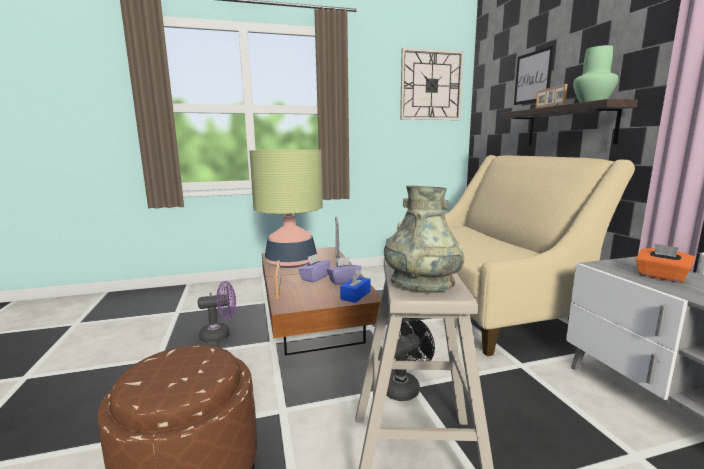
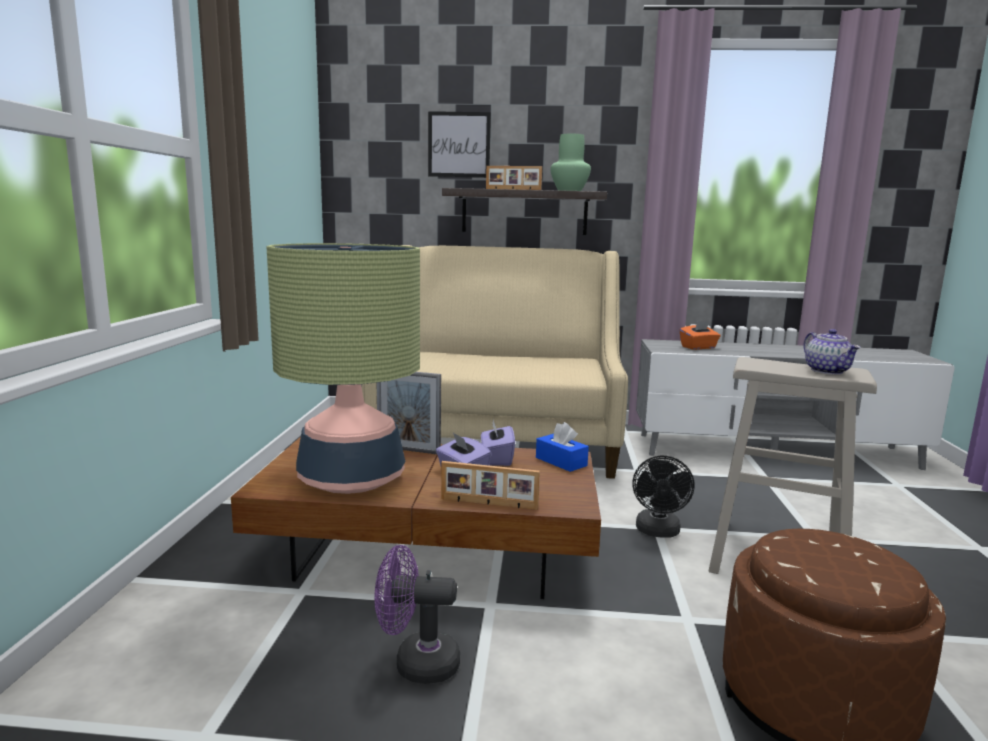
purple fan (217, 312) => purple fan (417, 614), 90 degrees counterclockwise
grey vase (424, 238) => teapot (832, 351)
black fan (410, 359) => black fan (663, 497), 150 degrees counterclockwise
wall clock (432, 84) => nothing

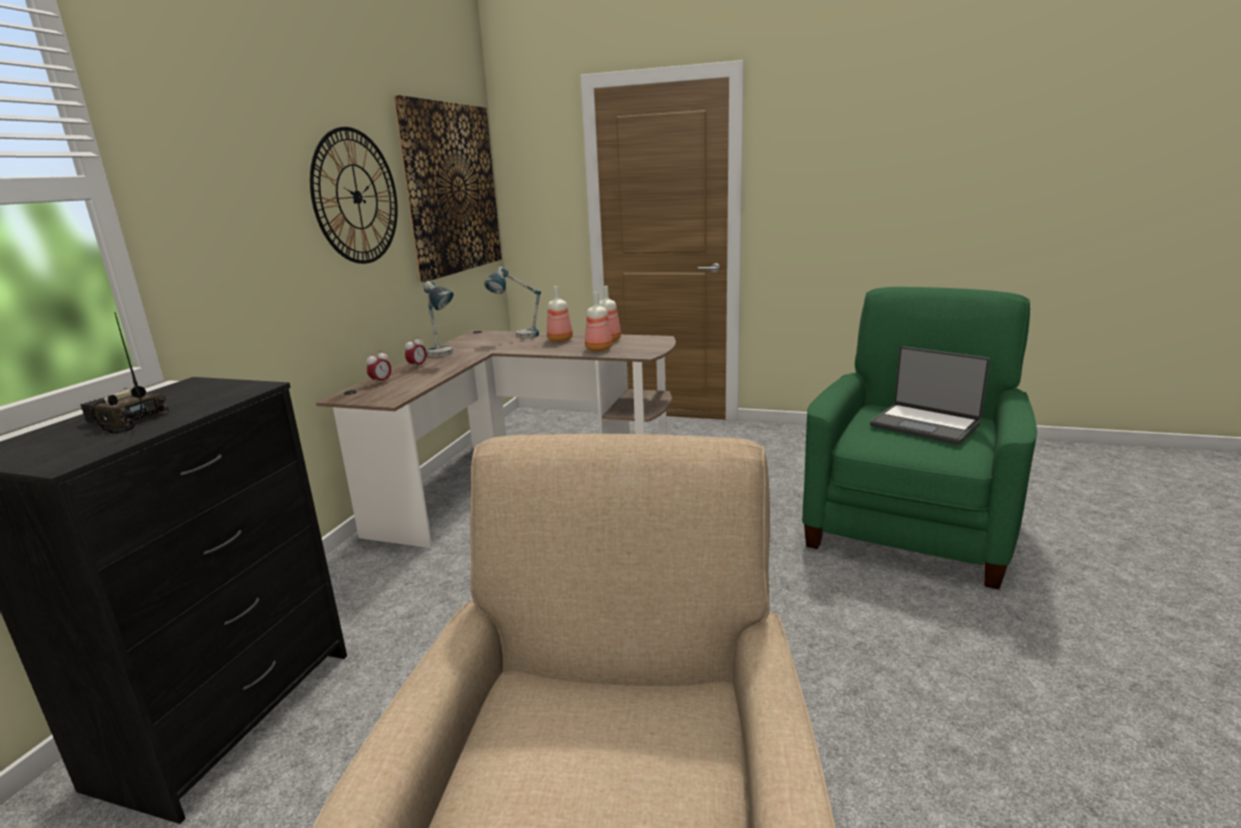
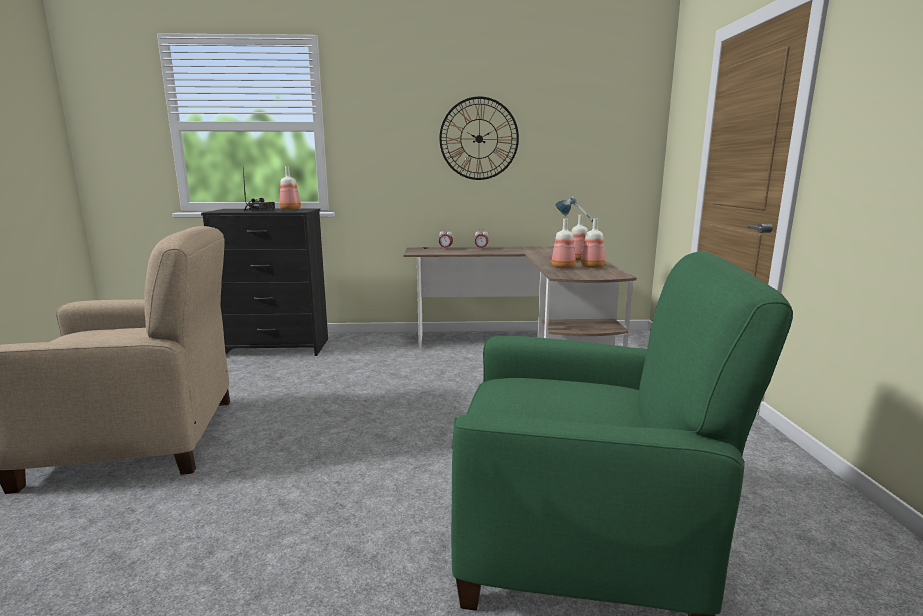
picture (447, 188) => nothing
table lamp (438, 319) => nothing
laptop (930, 395) => nothing
nothing => bottle (290, 188)

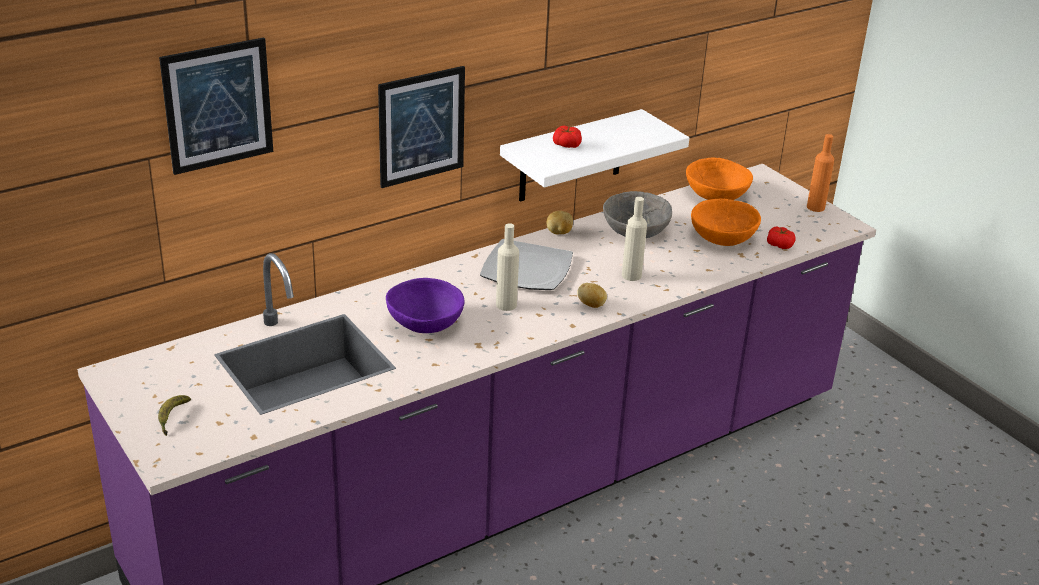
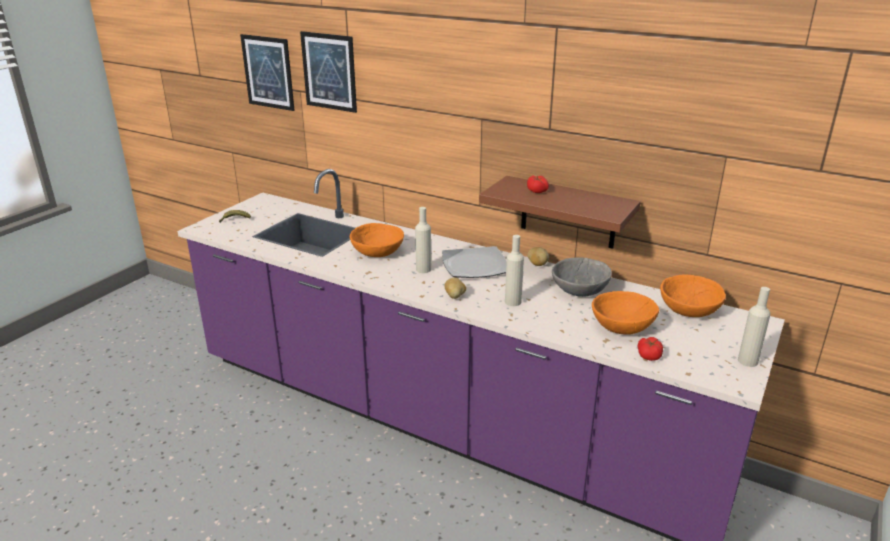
picture (421, 127) => picture (267, 72), shifted
purple bowl (425, 305) => orange bowl (377, 240)
white shelf (594, 155) => brown shelf (560, 212)
orange bottle (820, 173) => beige bottle (754, 327)

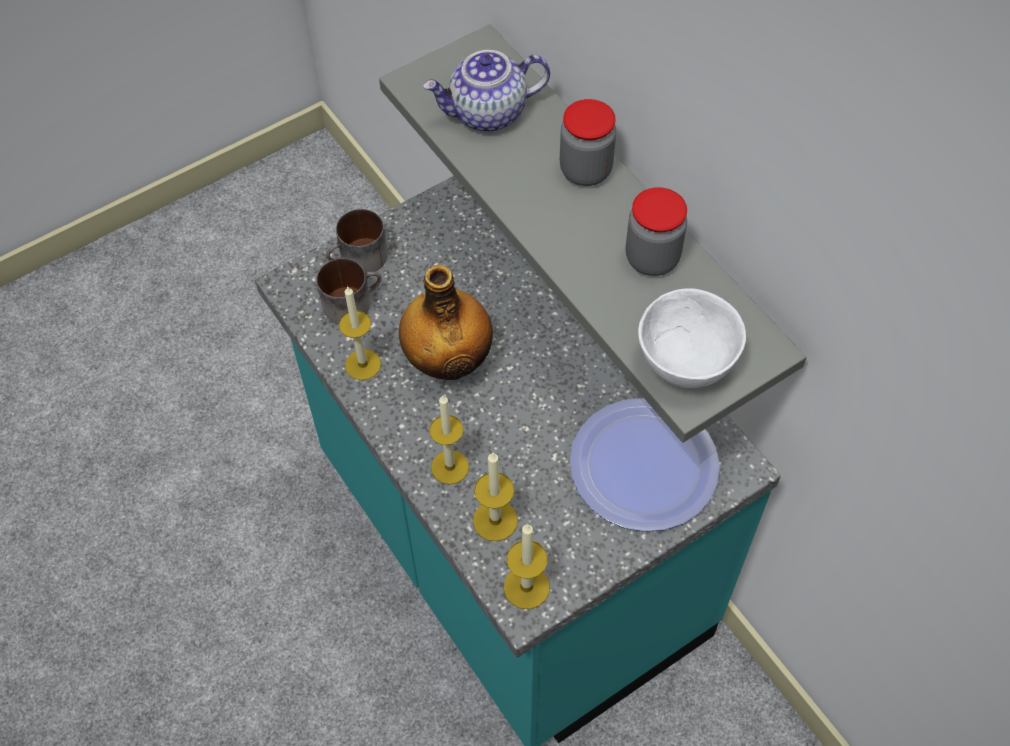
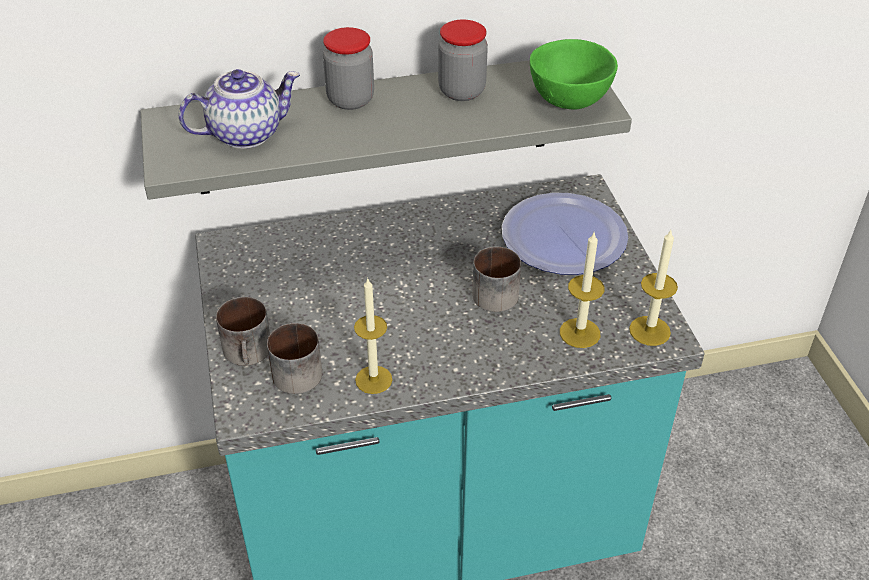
bottle (446, 322) => nothing
teapot (486, 90) => teapot (239, 109), 120 degrees counterclockwise
candle (449, 439) => nothing
white bowl (692, 338) => green bowl (574, 74)
nothing => mug (496, 279)

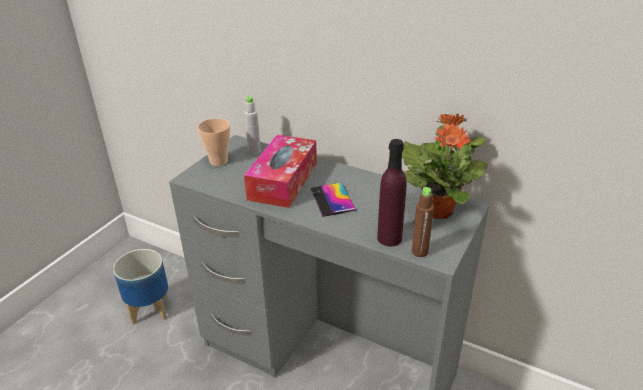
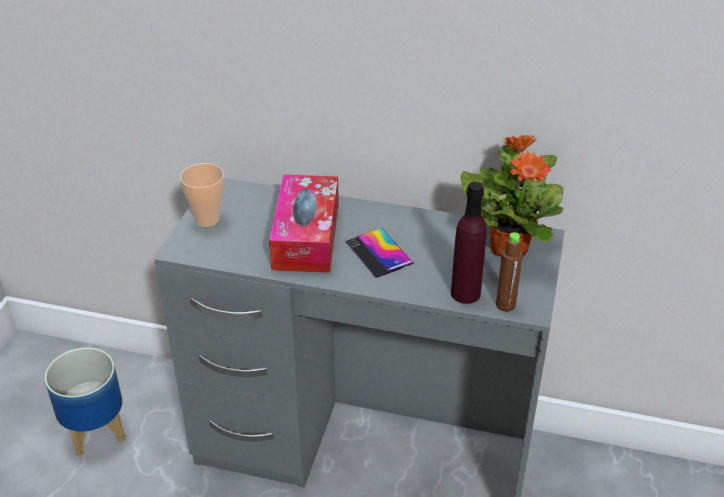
grey bottle (252, 125) => nothing

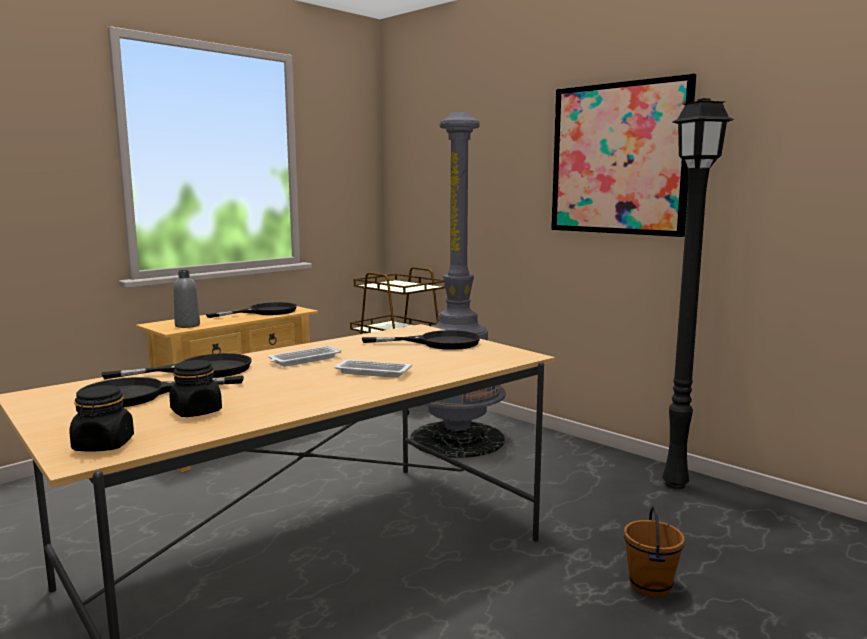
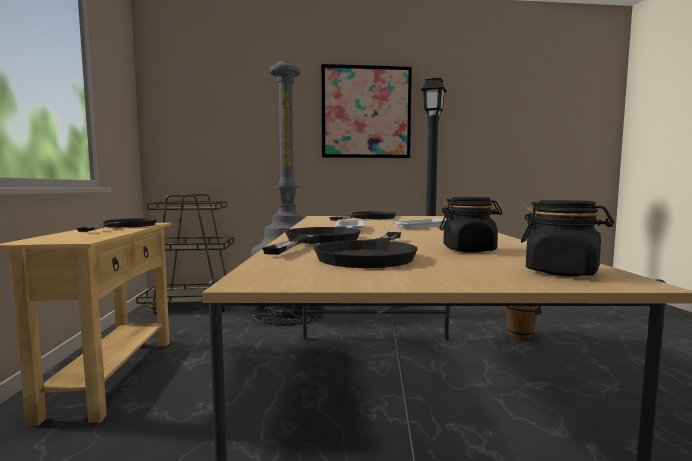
grey bottle (186, 299) => nothing

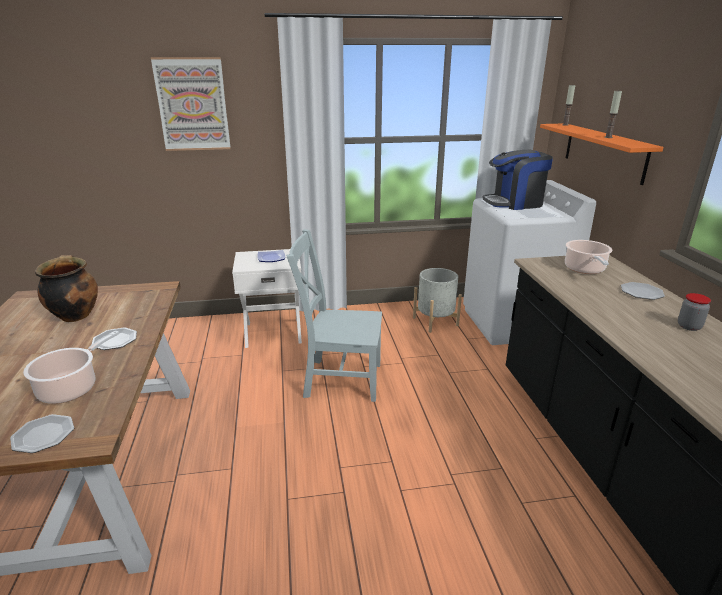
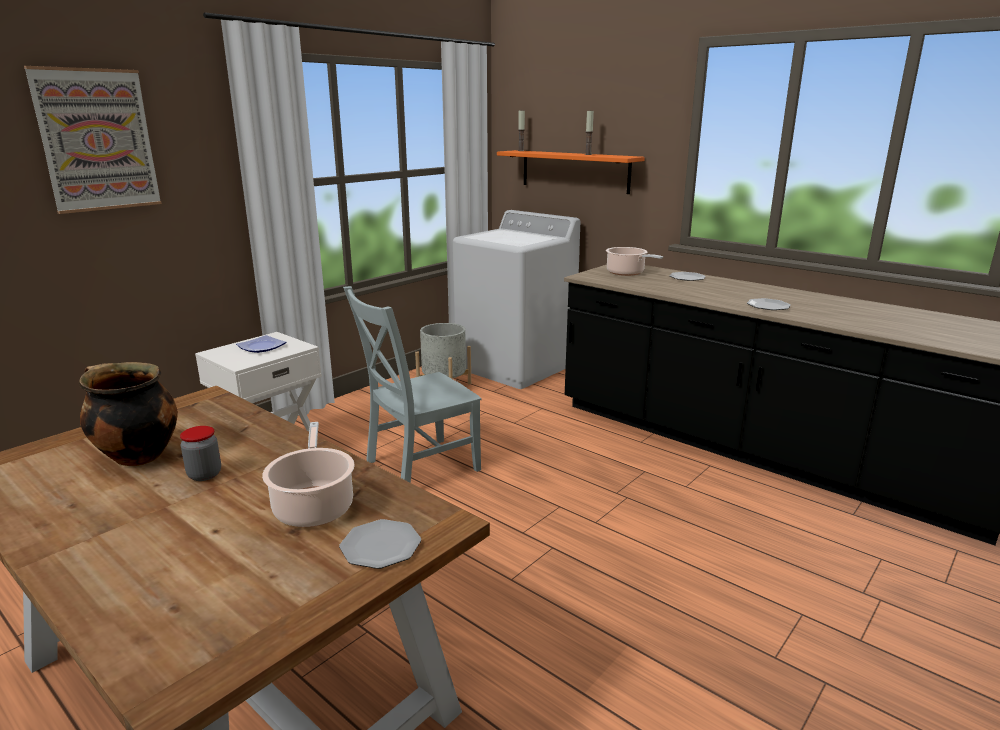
plate (114, 339) => plate (769, 304), shifted
coffee machine (517, 180) => nothing
jar (694, 312) => jar (200, 453), shifted

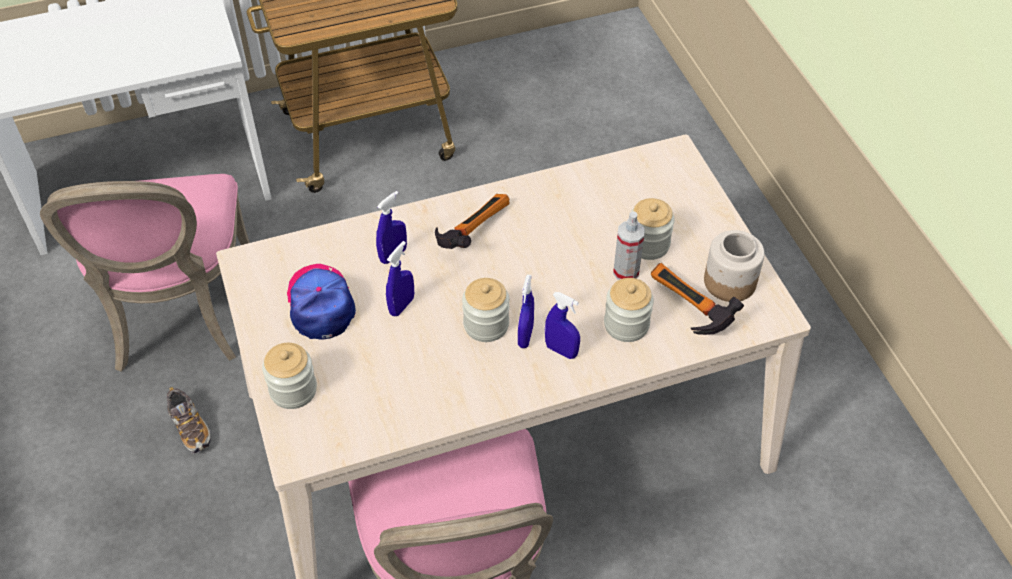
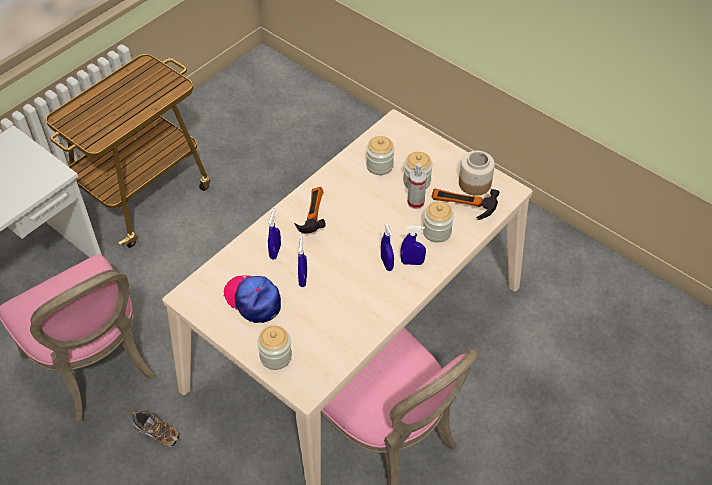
jar (485, 310) => jar (380, 155), shifted

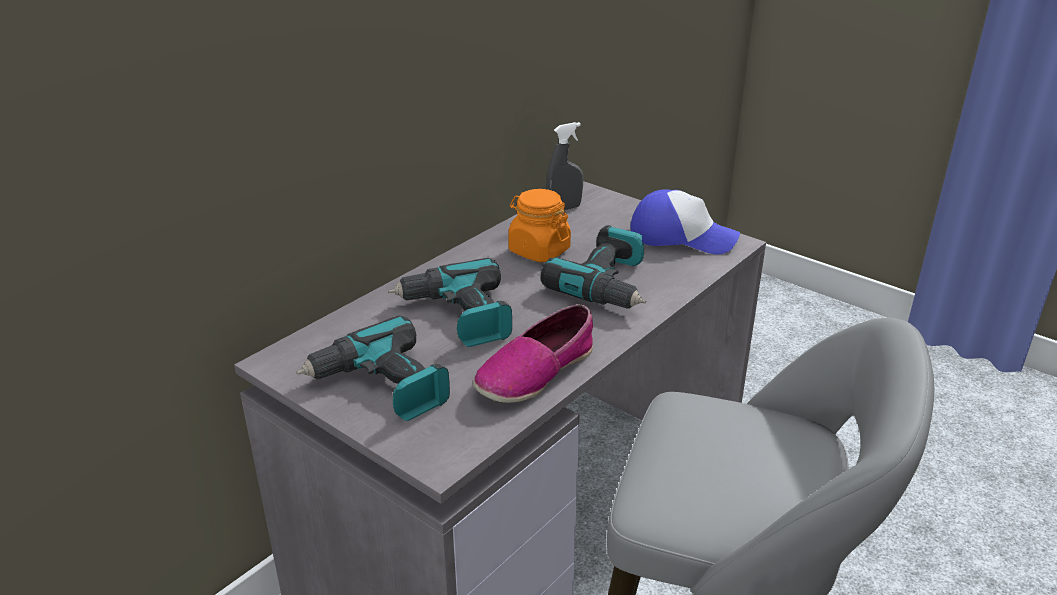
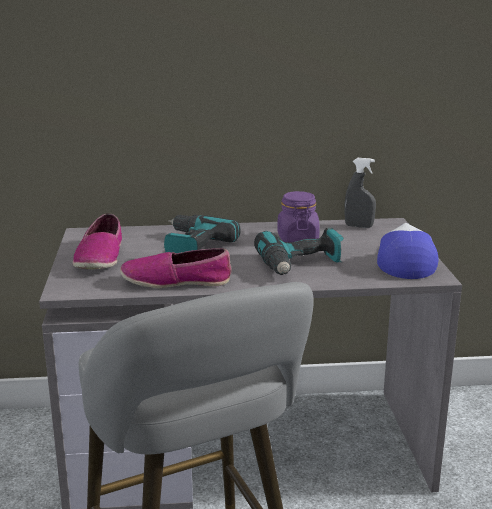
power drill (373, 368) => shoe (97, 241)
orange jar (539, 225) => purple jar (298, 216)
cap (685, 222) => cap (407, 251), 150 degrees counterclockwise

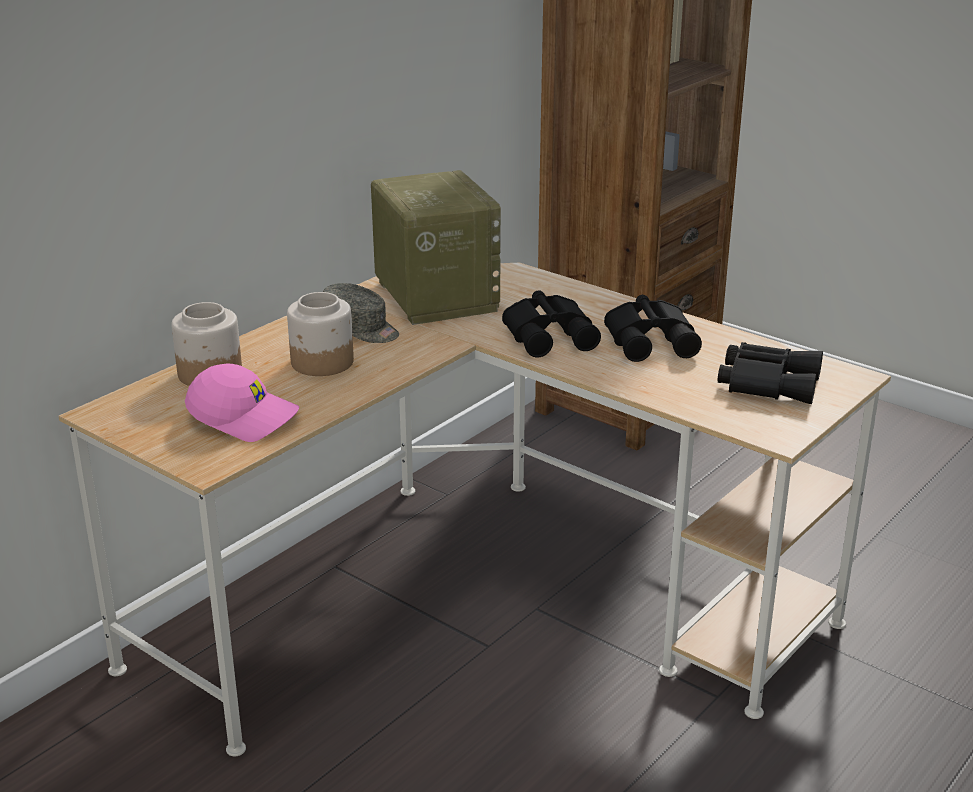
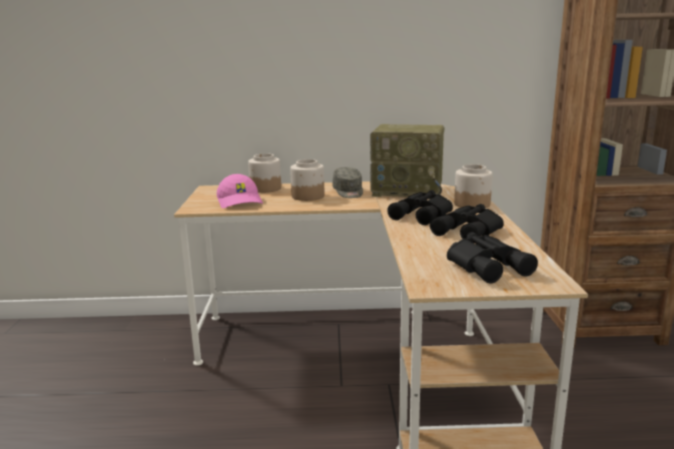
radio (436, 247) => radio (407, 161), 75 degrees clockwise
nothing => jar (473, 186)

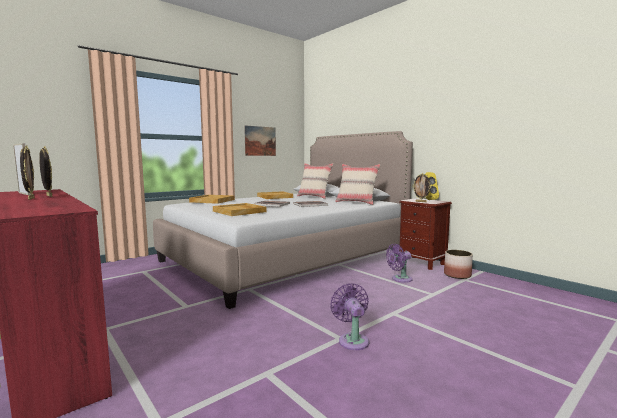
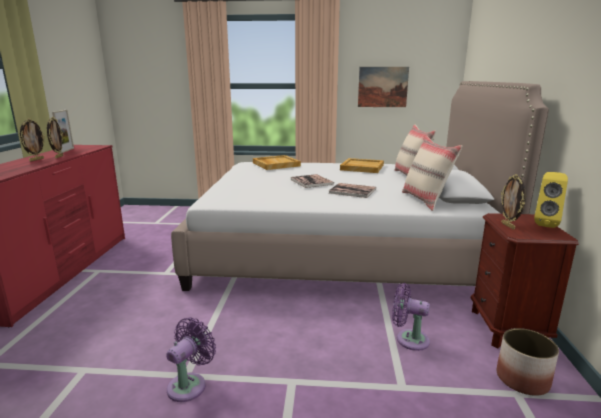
beige tray (239, 209) => nothing

